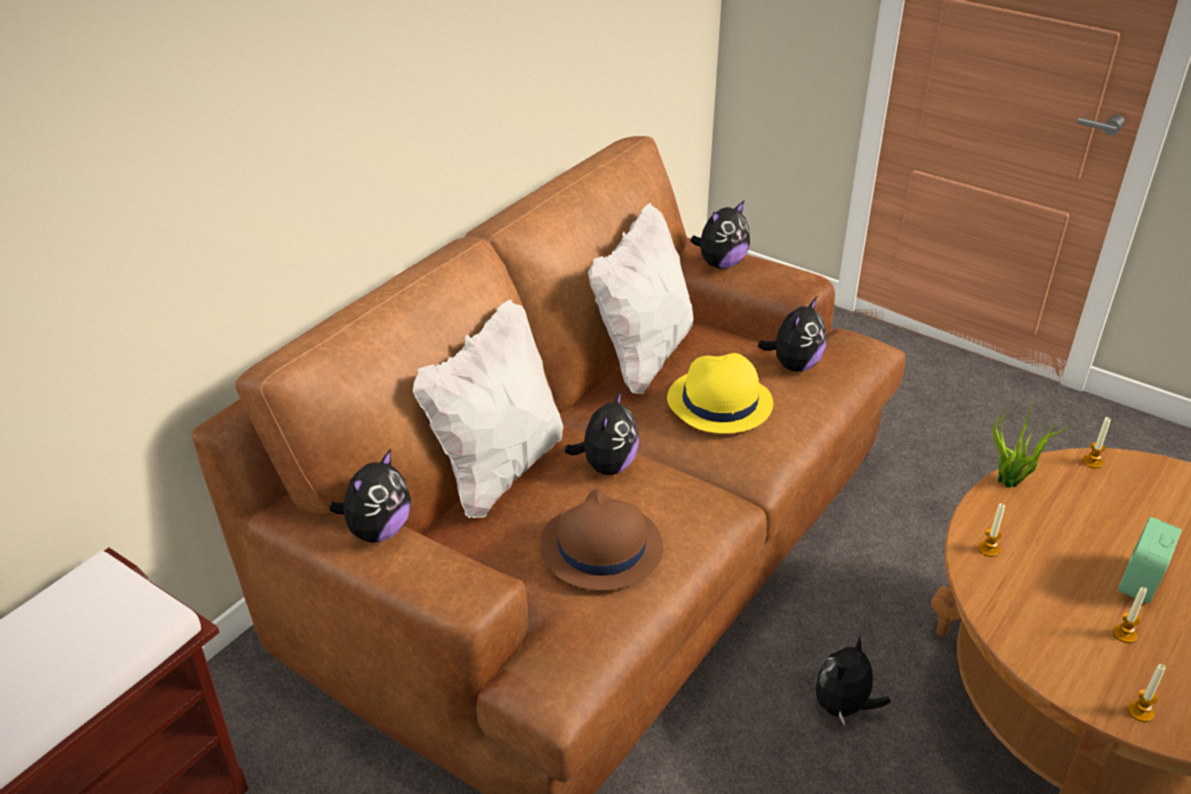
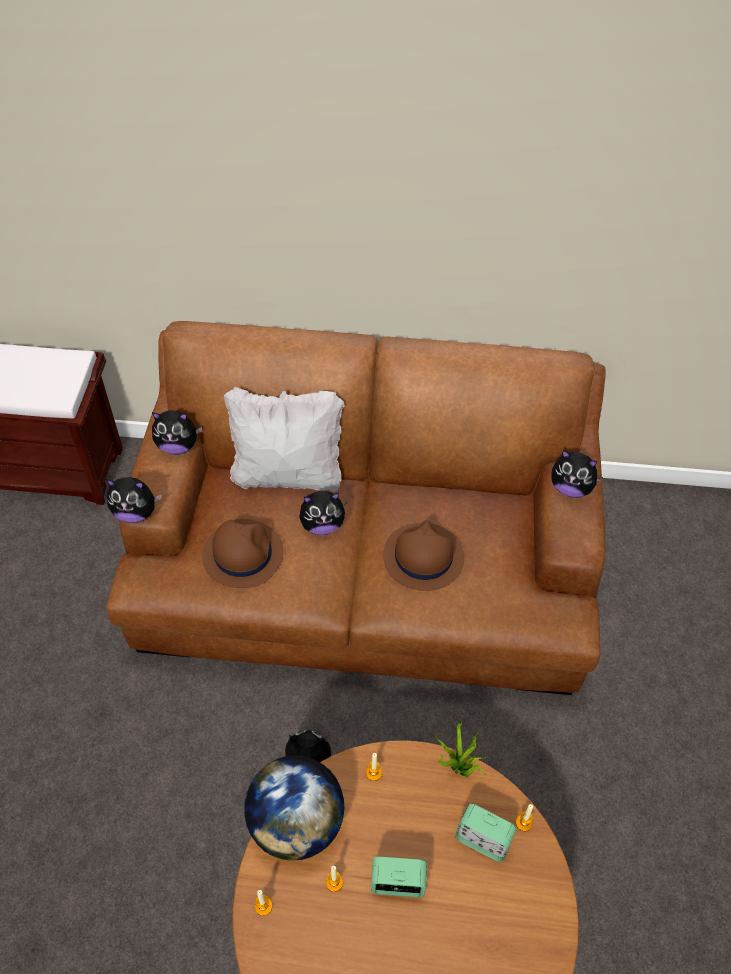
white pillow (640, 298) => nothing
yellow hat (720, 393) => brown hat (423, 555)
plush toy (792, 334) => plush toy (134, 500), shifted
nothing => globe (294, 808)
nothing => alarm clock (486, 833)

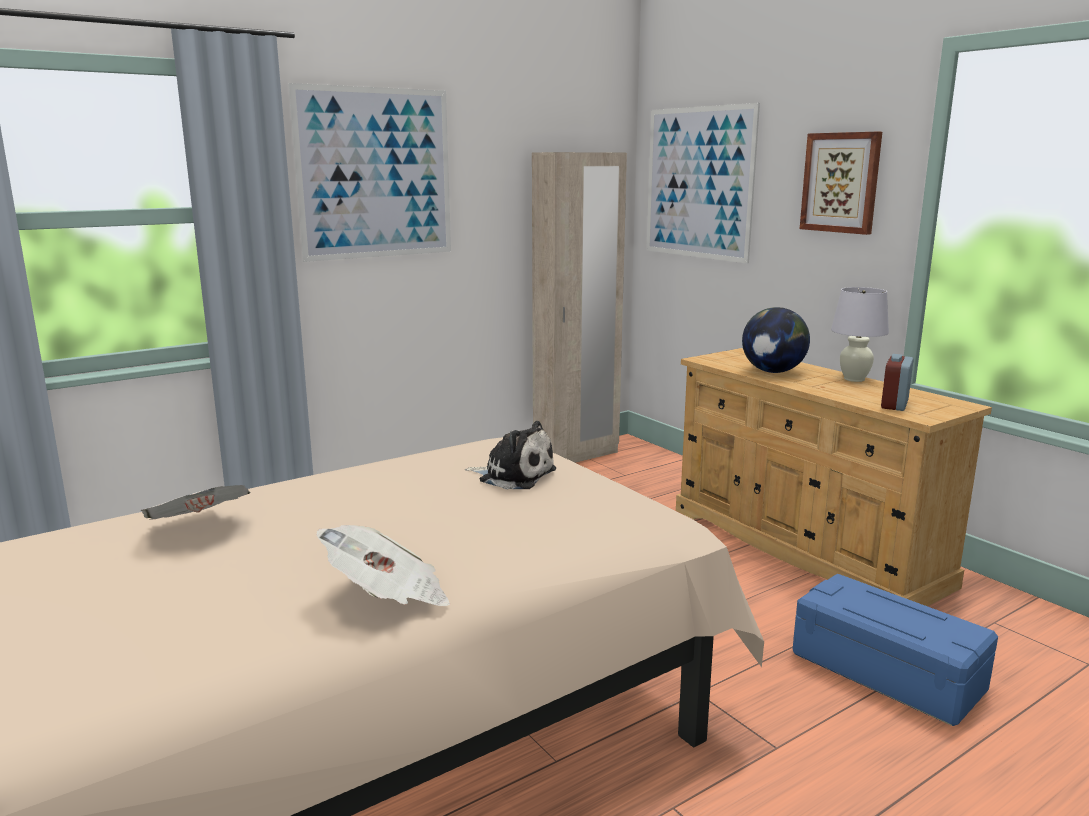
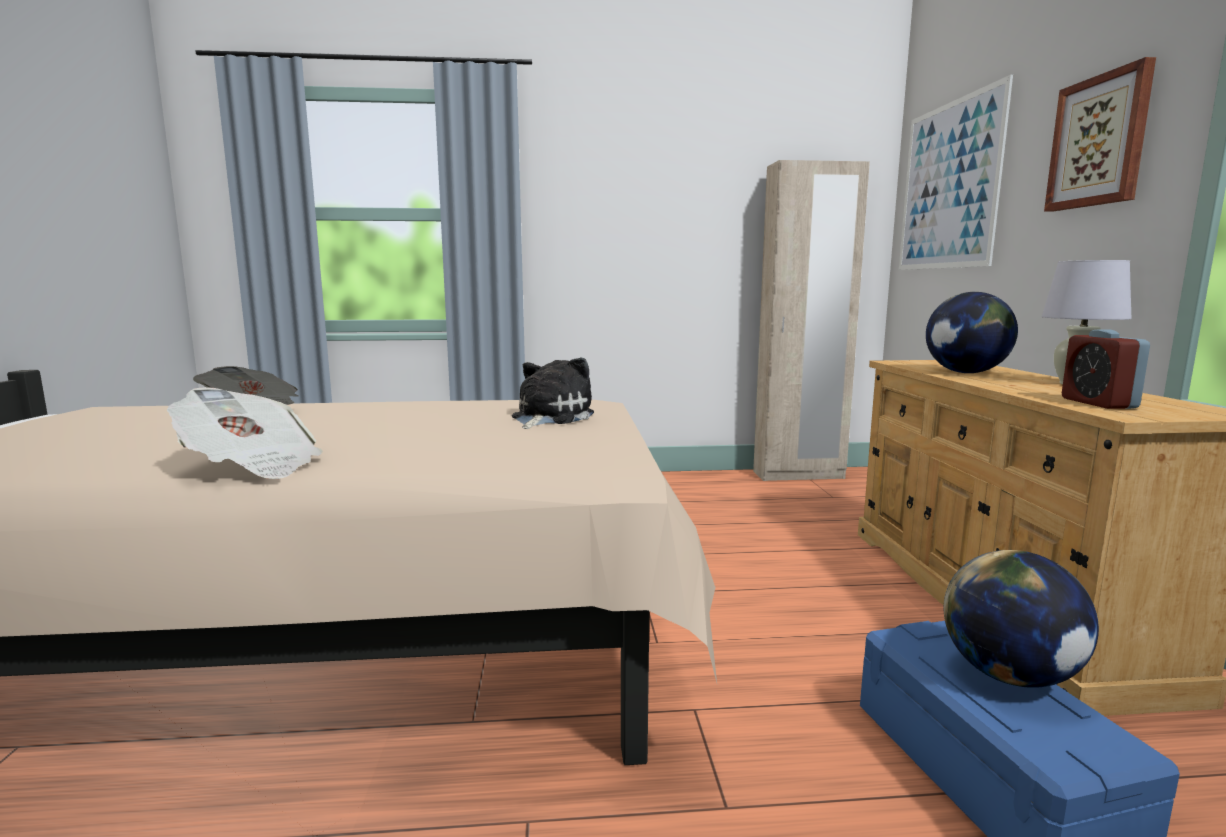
picture (369, 172) => nothing
plush toy (510, 455) => plush toy (553, 393), 120 degrees counterclockwise
alarm clock (897, 382) => alarm clock (1106, 369), 60 degrees counterclockwise
nothing => globe (1021, 619)

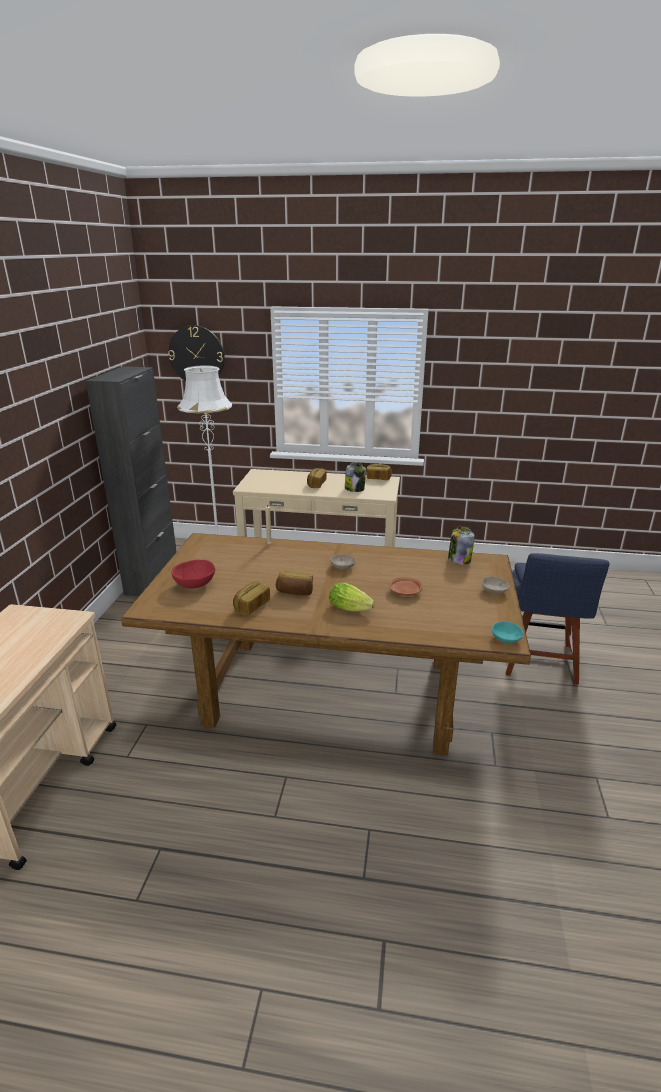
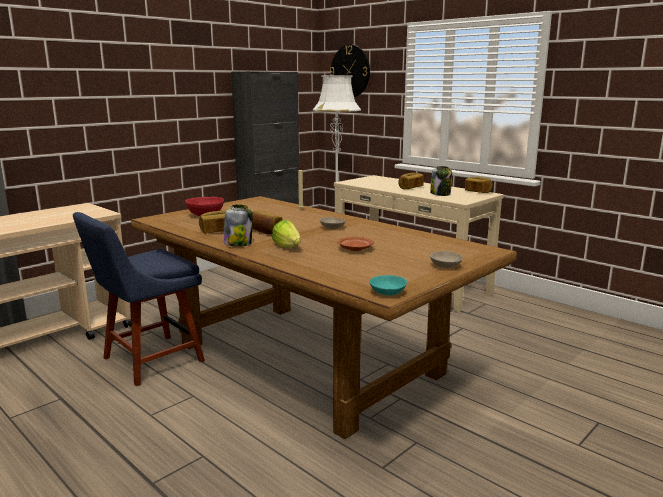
jar (461, 545) => jar (238, 225), shifted
blue chair (557, 619) => blue chair (139, 299), shifted

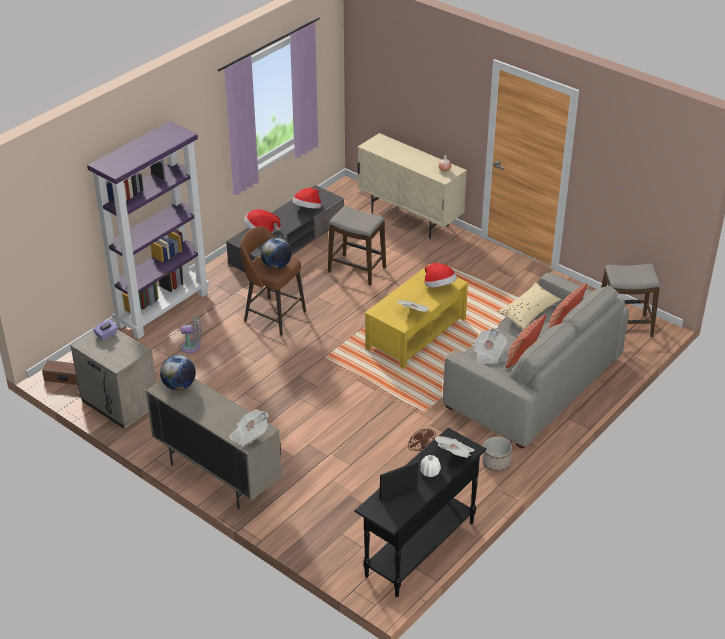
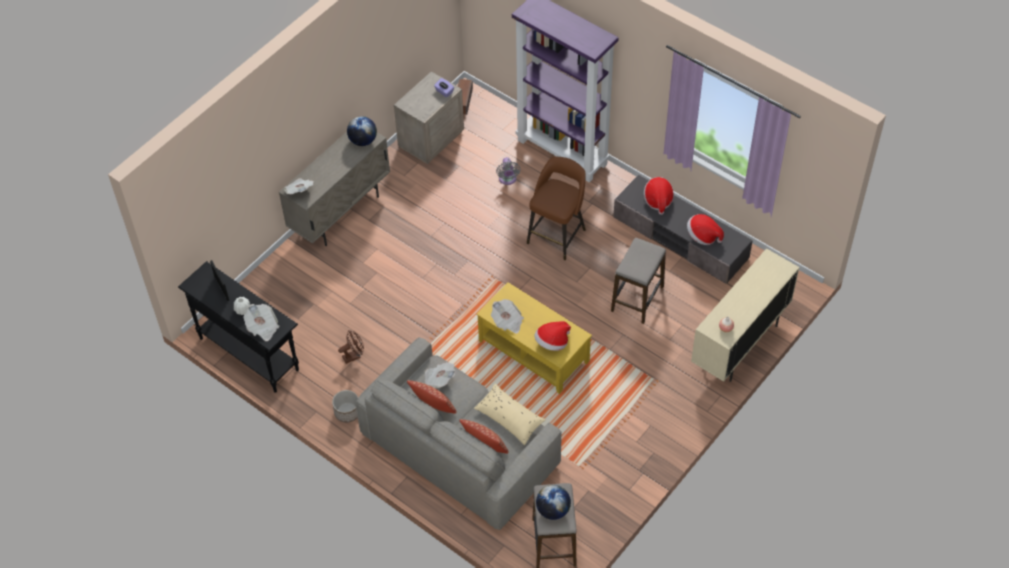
globe (276, 253) => globe (553, 502), shifted

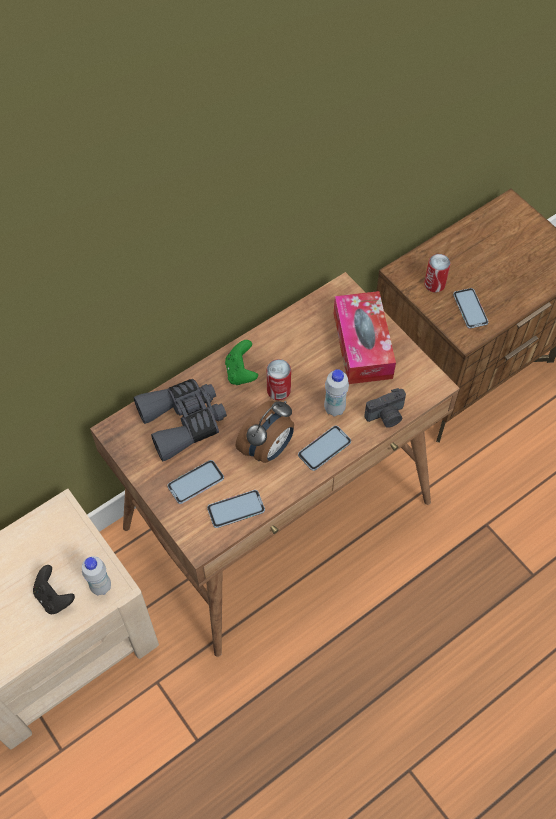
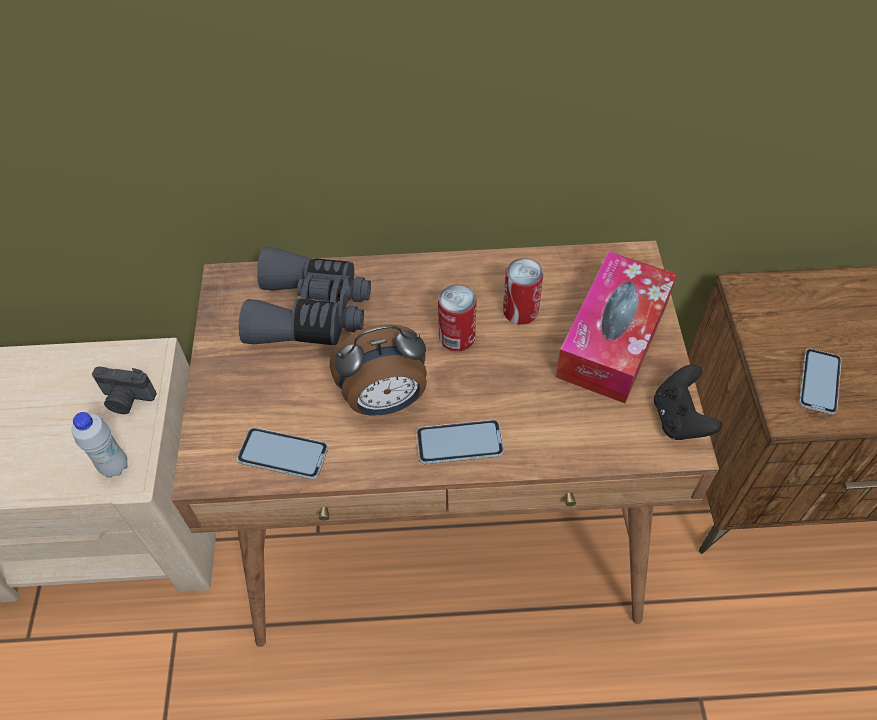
black game controller (54, 589) => black game controller (688, 402), shifted
phone (195, 482) => nothing
green game controller (241, 362) => nothing
white bottle (336, 393) => nothing
photo camera (385, 408) => photo camera (124, 390), shifted
can (437, 273) => can (523, 291), shifted

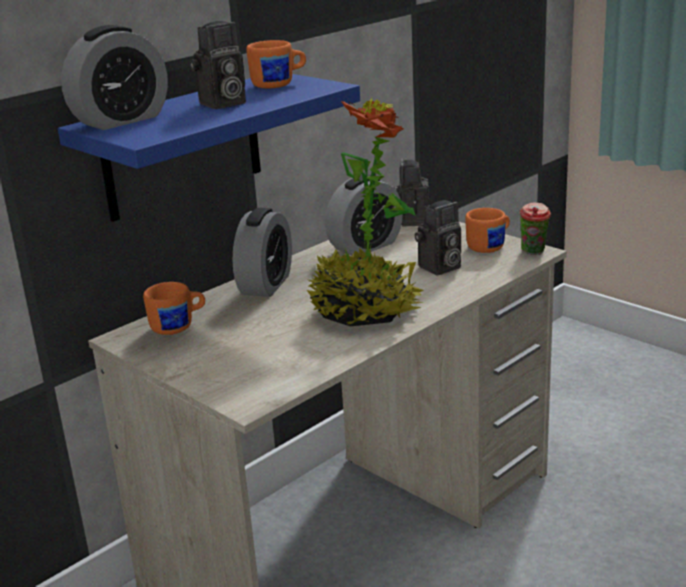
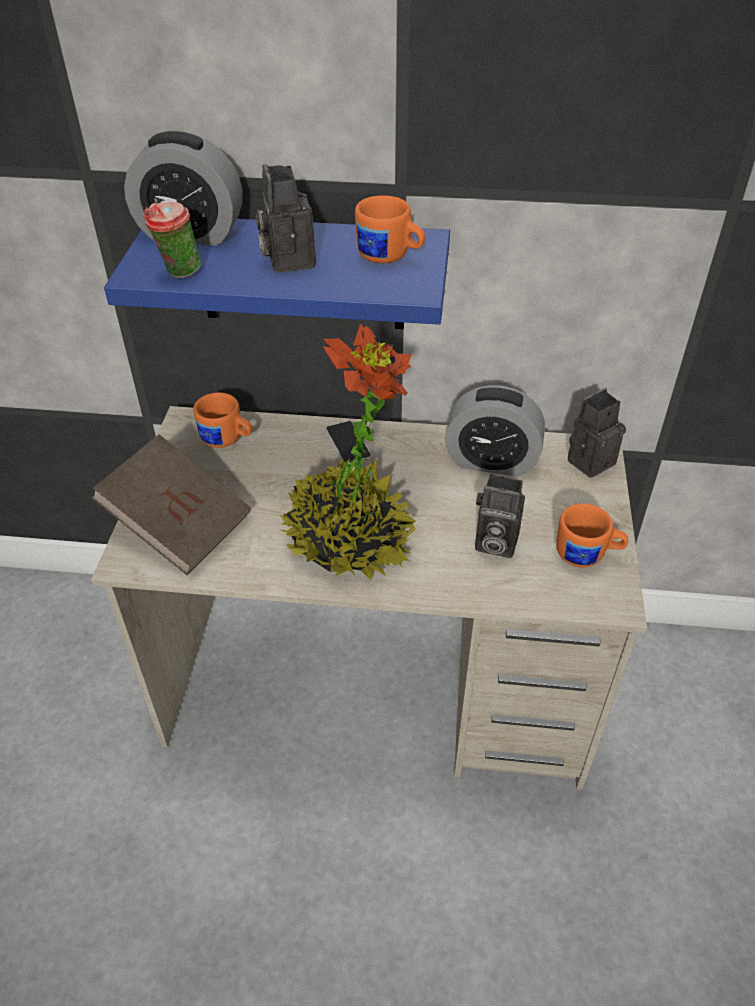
photo camera (218, 65) => photo camera (285, 218), 60 degrees clockwise
alarm clock (262, 252) => phone (348, 443)
cup (535, 228) => cup (172, 240), shifted
nothing => brown book (171, 504)

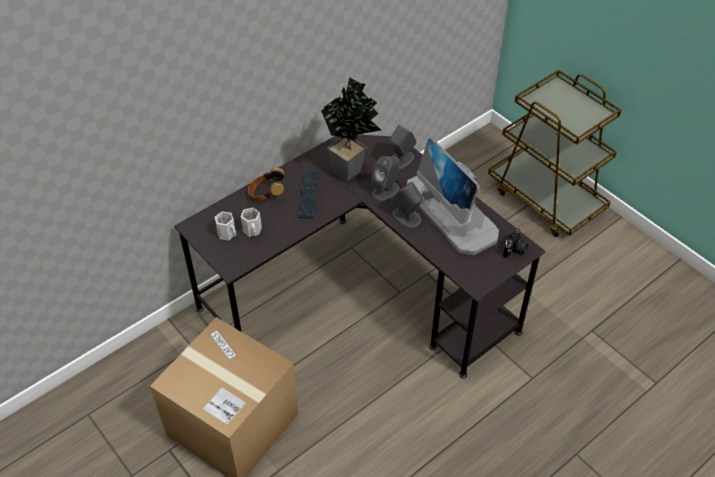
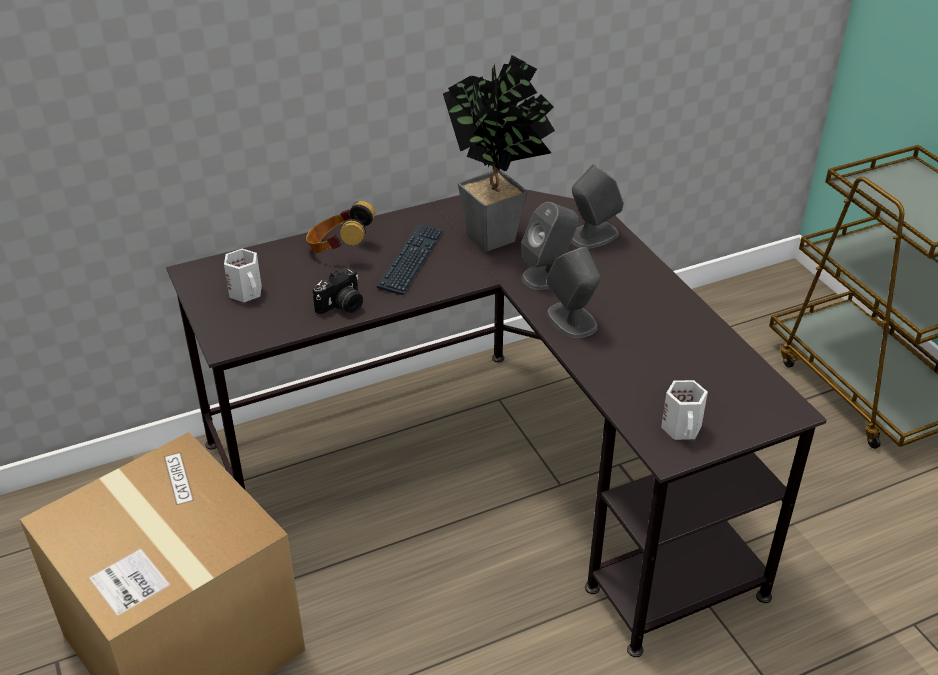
white mug (251, 222) => white mug (684, 410), shifted
monitor (452, 196) => nothing
photo camera (515, 243) => photo camera (338, 291), shifted

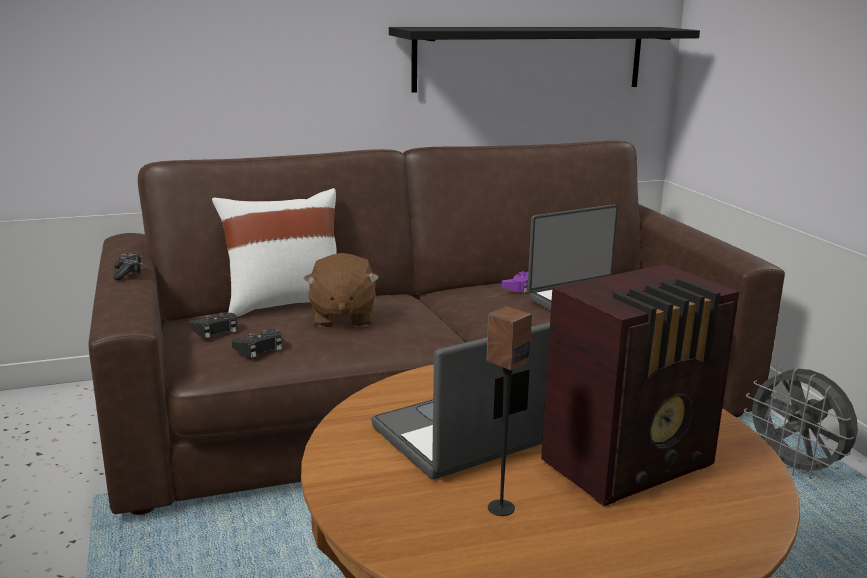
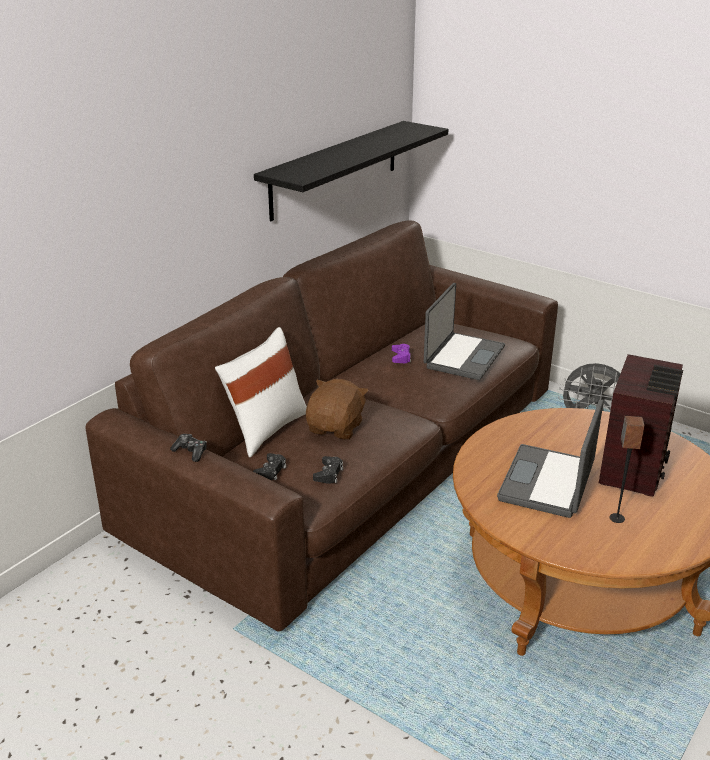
brown plush toy (341, 290) => brown plush toy (337, 409), 120 degrees counterclockwise

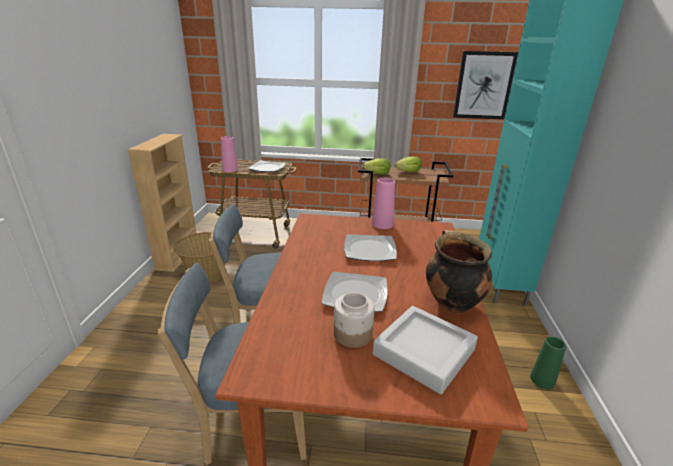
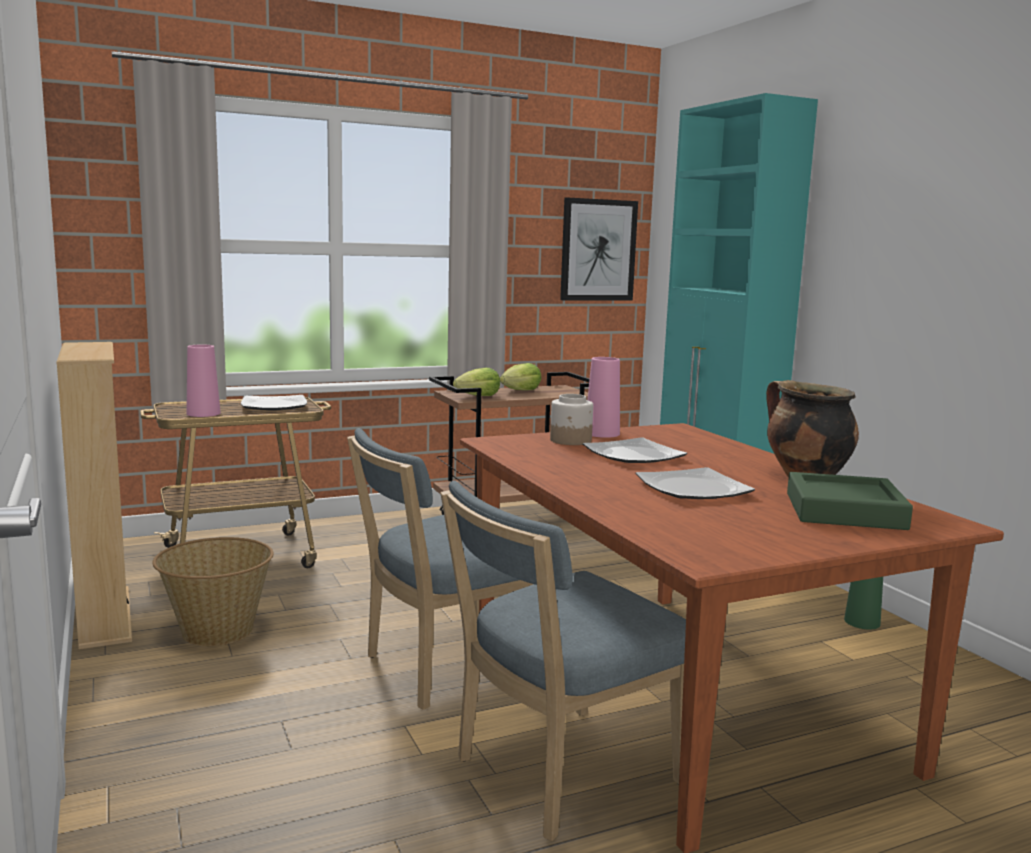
jar (354, 320) => jar (571, 419), shifted
grey tray (425, 350) => green tray (850, 501)

